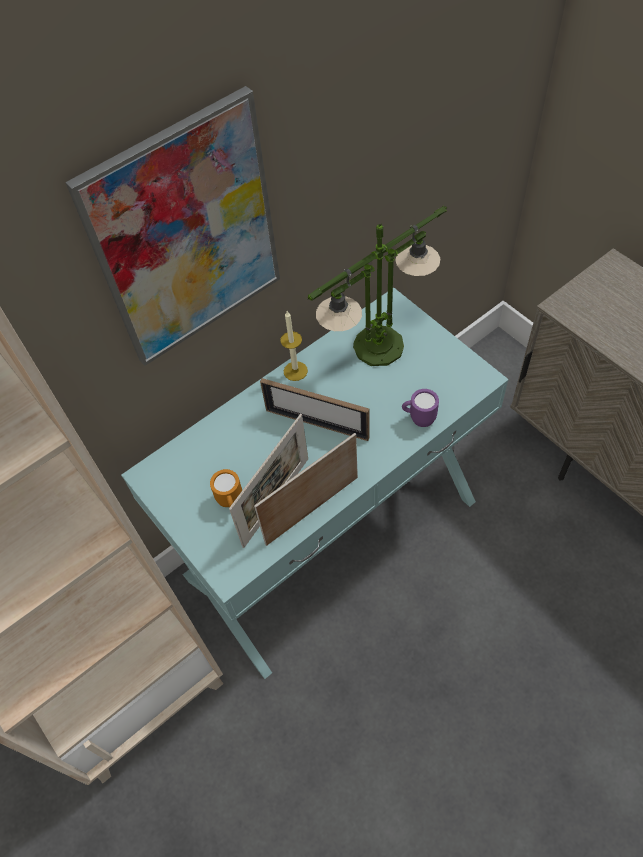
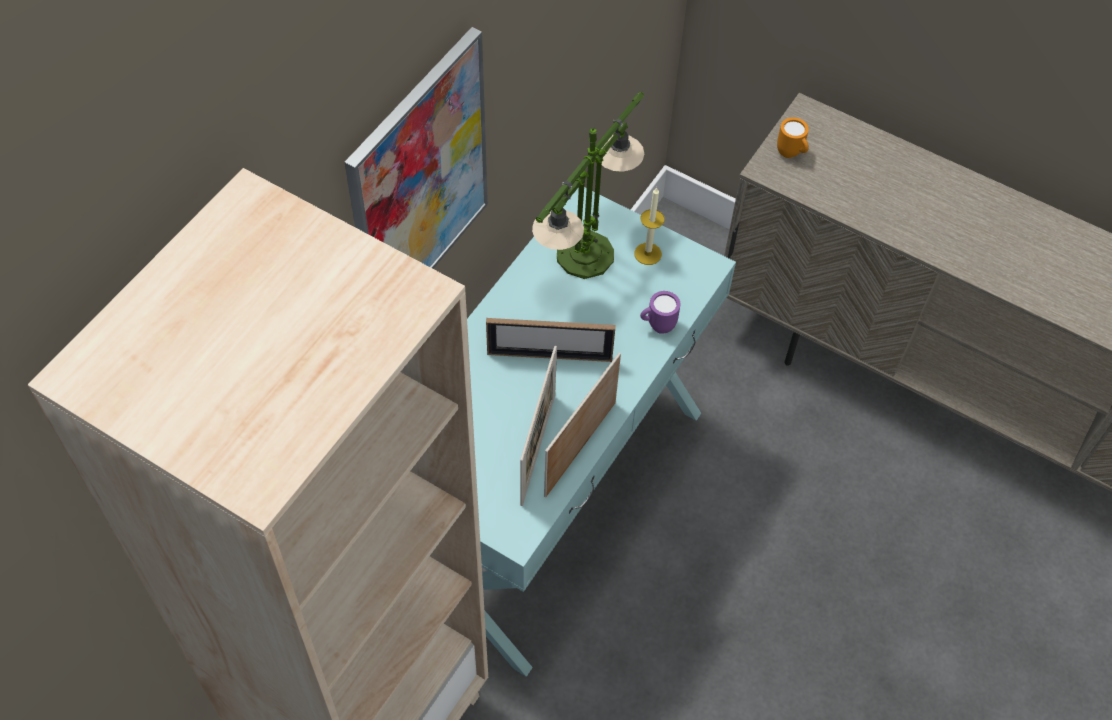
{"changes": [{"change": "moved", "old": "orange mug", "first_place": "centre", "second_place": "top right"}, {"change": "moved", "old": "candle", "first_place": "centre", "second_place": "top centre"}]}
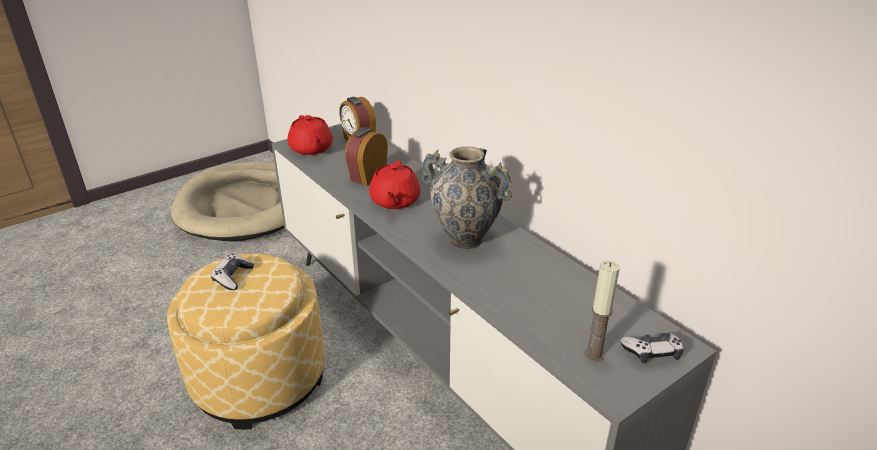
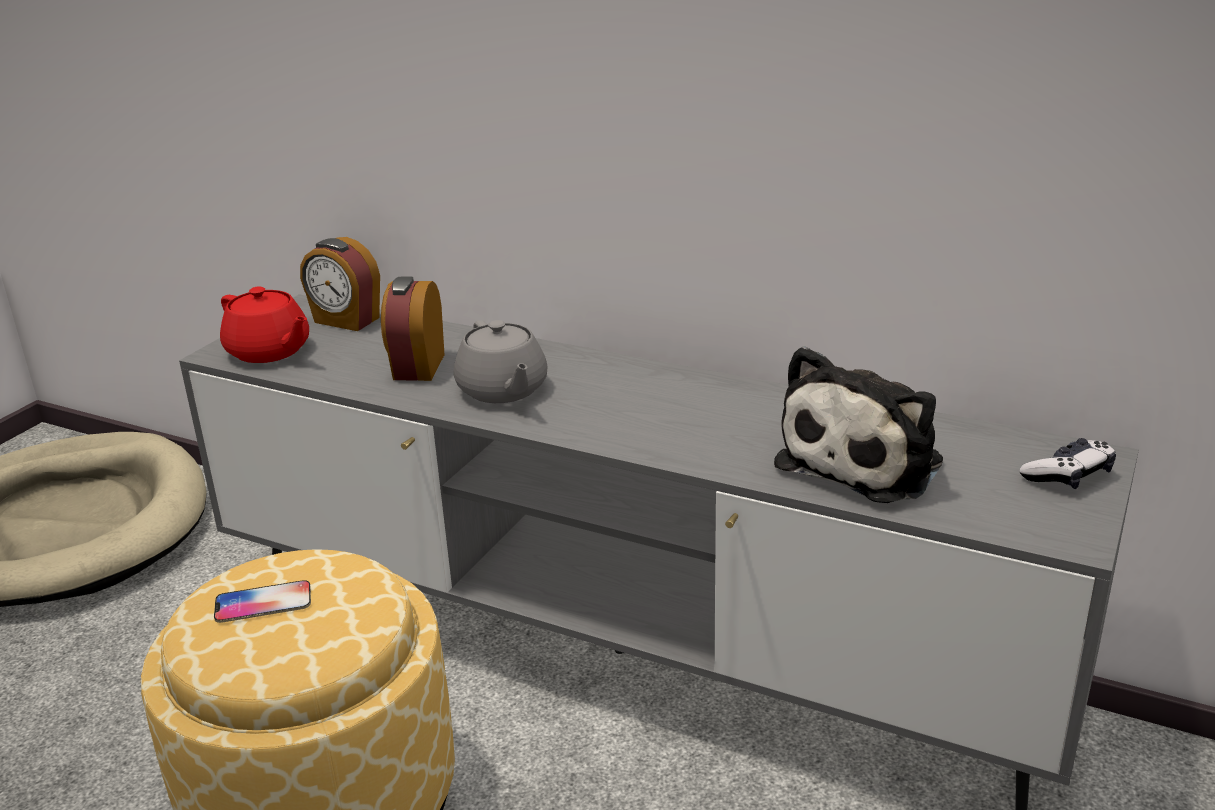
{"changes": [{"change": "removed", "old": "vase", "first_place": "centre"}, {"change": "removed", "old": "candle", "first_place": "bottom right"}, {"change": "added", "new": "plush toy", "second_place": "middle right"}, {"change": "replaced", "old": "game controller (1st from left)", "new": "phone", "first_place": "middle left", "second_place": "bottom left"}, {"change": "recoloured", "old": "red teapot (2nd from left)", "new": "grey teapot", "first_place": "centre", "second_place": "centre"}]}
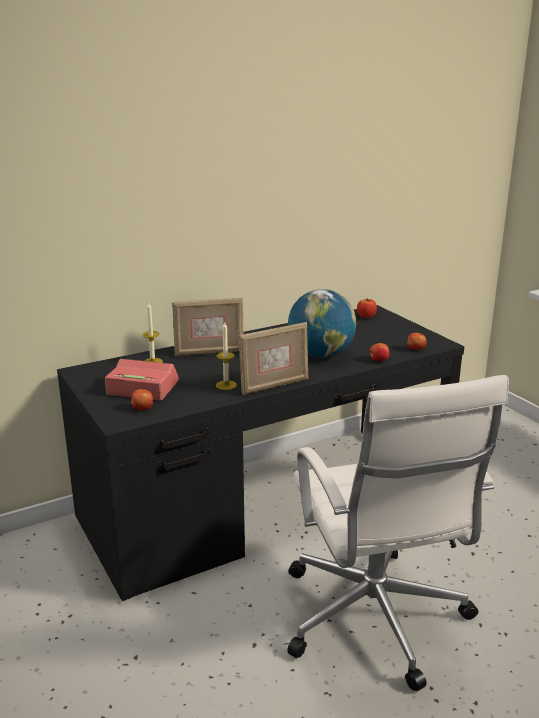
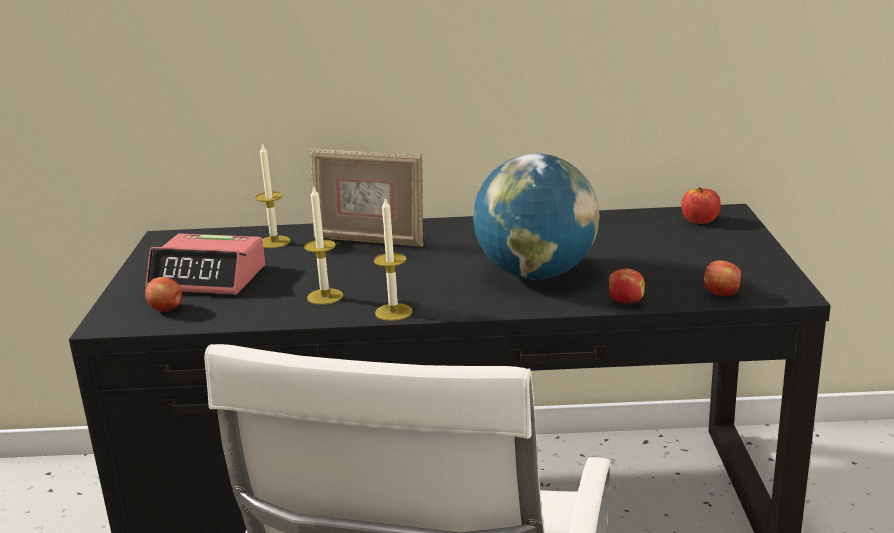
{"changes": [{"change": "replaced", "old": "picture frame (2nd from left)", "new": "candle (3rd from left)", "first_place": "centre", "second_place": "centre"}, {"change": "turned", "old": "alarm clock", "first_place": "middle left", "second_place": "middle left", "degrees": 150}]}
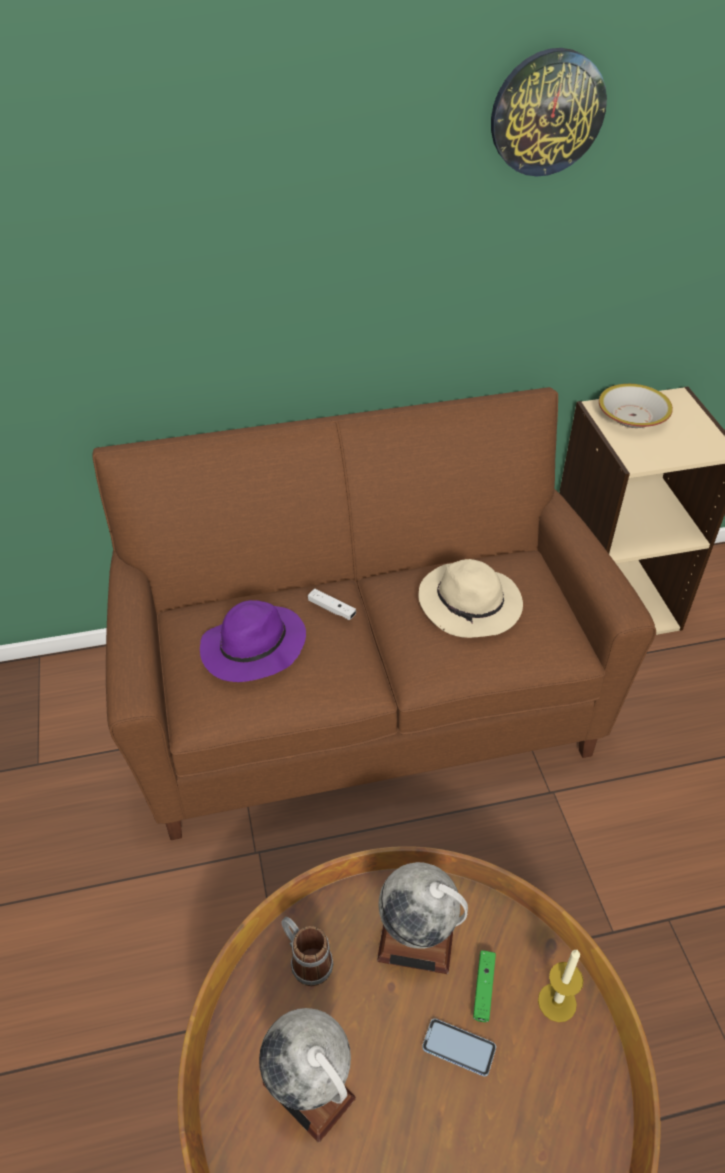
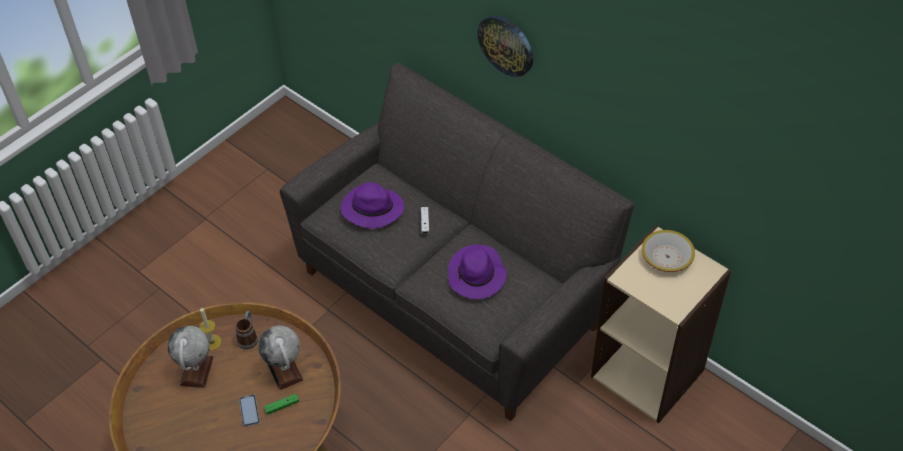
{"changes": [{"change": "moved", "old": "wall clock", "first_place": "top right", "second_place": "top centre"}, {"change": "moved", "old": "candle", "first_place": "bottom right", "second_place": "bottom left"}, {"change": "recoloured", "old": "brown sofa", "new": "grey sofa", "first_place": "centre", "second_place": "centre"}, {"change": "recoloured", "old": "beige hat", "new": "purple hat (2nd from left)", "first_place": "centre", "second_place": "centre"}]}
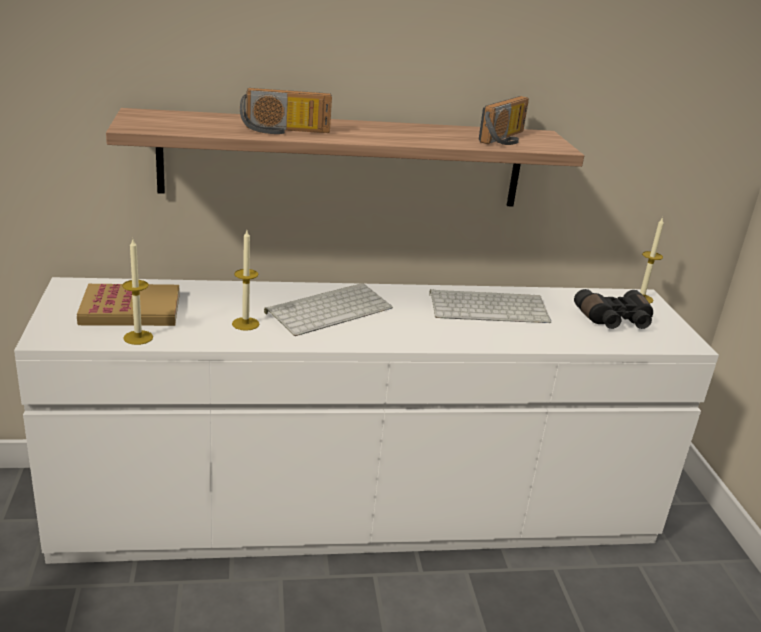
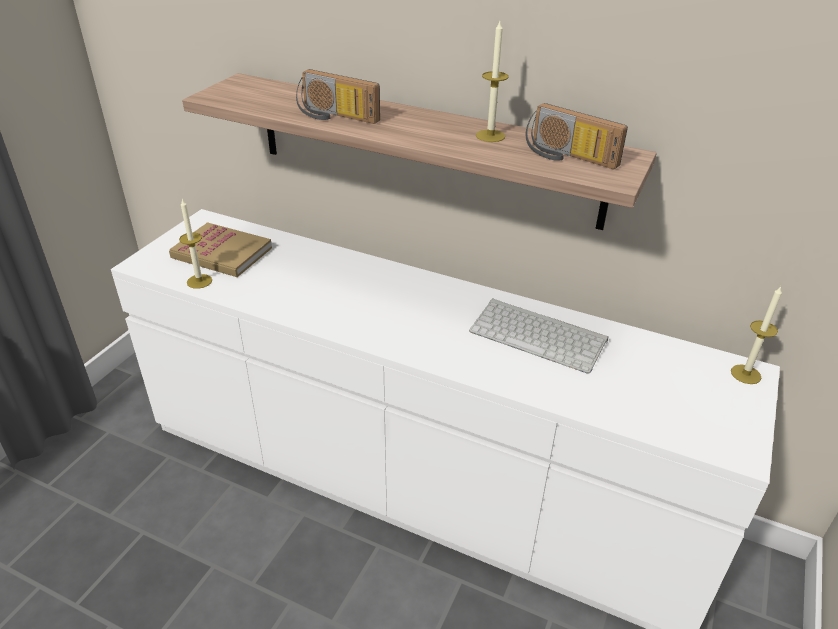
{"changes": [{"change": "removed", "old": "keyboard (1st from left)", "first_place": "centre"}, {"change": "removed", "old": "black binoculars", "first_place": "middle right"}, {"change": "moved", "old": "candle (2nd from left)", "first_place": "middle left", "second_place": "top centre"}, {"change": "turned", "old": "radio (2nd from left)", "first_place": "top centre", "second_place": "top right", "degrees": 60}]}
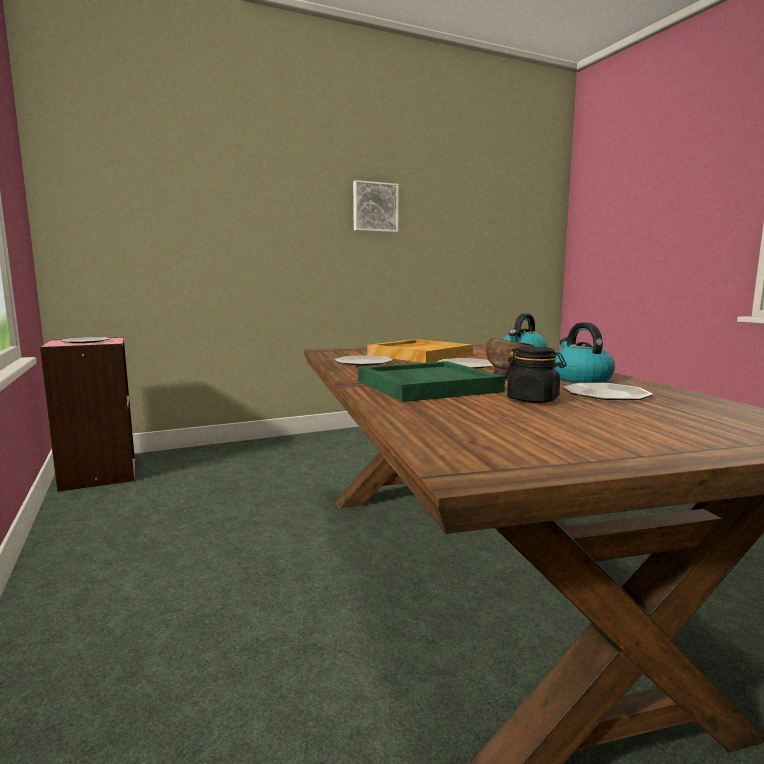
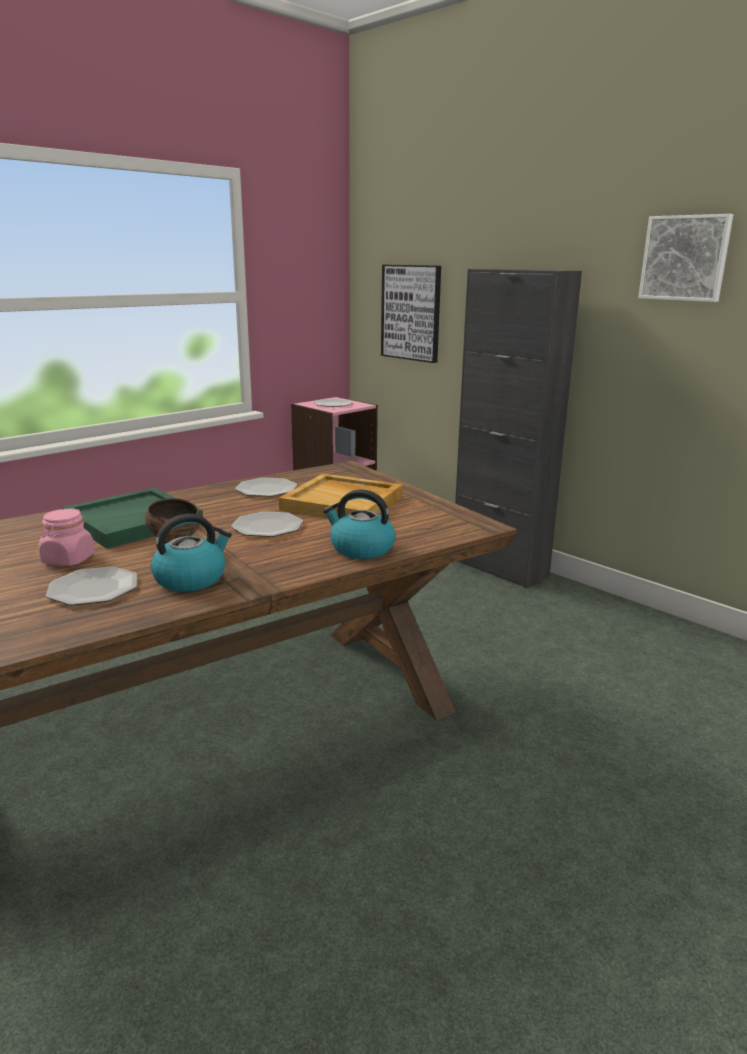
{"changes": [{"change": "added", "new": "picture (1st from left)", "second_place": "top centre"}, {"change": "added", "new": "black cabinet", "second_place": "middle right"}, {"change": "recoloured", "old": "black jar", "new": "pink jar", "first_place": "middle right", "second_place": "middle left"}]}
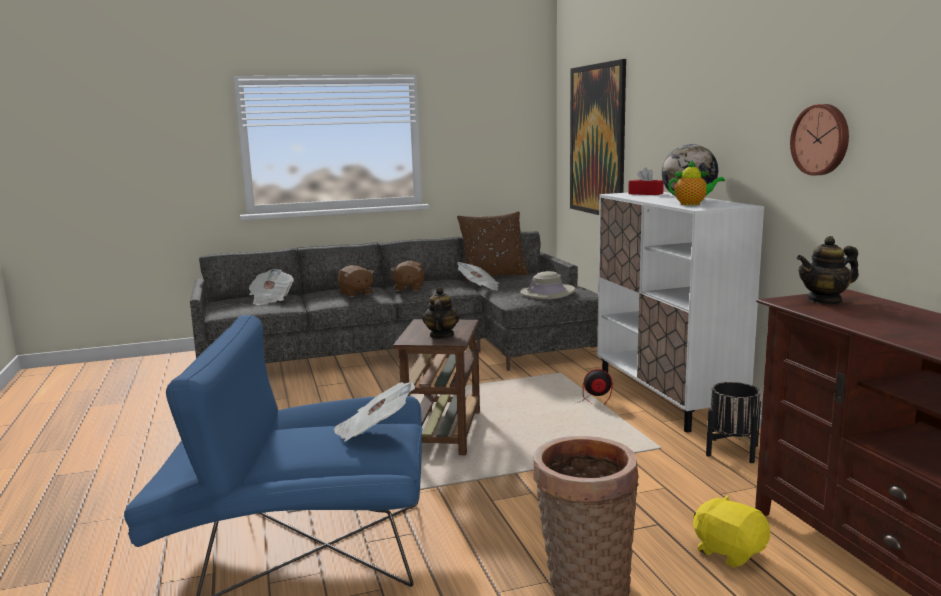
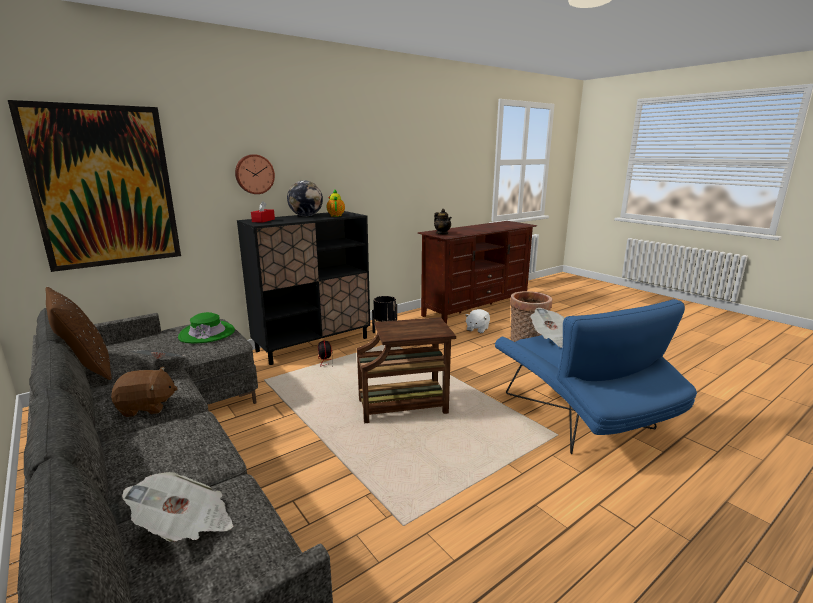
{"changes": [{"change": "removed", "old": "brown plush toy (1st from left)", "first_place": "centre"}, {"change": "removed", "old": "teapot (1st from left)", "first_place": "centre"}, {"change": "moved", "old": "wall clock", "first_place": "top right", "second_place": "top left"}, {"change": "recoloured", "old": "beige hat", "new": "green hat", "first_place": "centre", "second_place": "middle left"}, {"change": "recoloured", "old": "white cabinet", "new": "black cabinet", "first_place": "middle right", "second_place": "centre"}, {"change": "recoloured", "old": "yellow plush toy", "new": "white plush toy", "first_place": "bottom right", "second_place": "centre"}]}
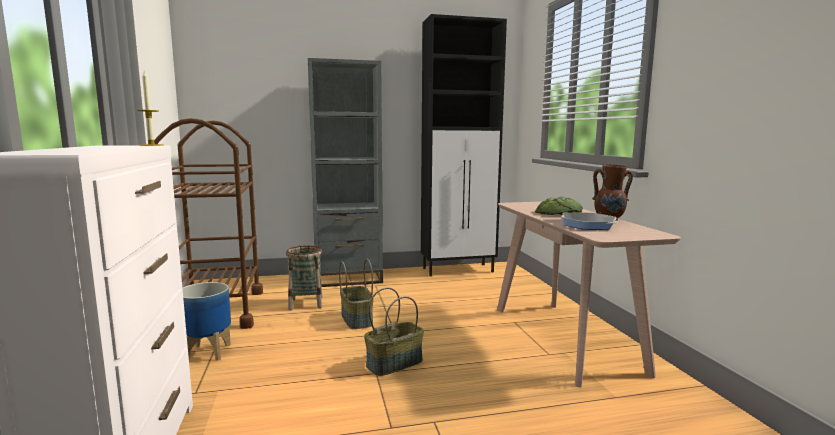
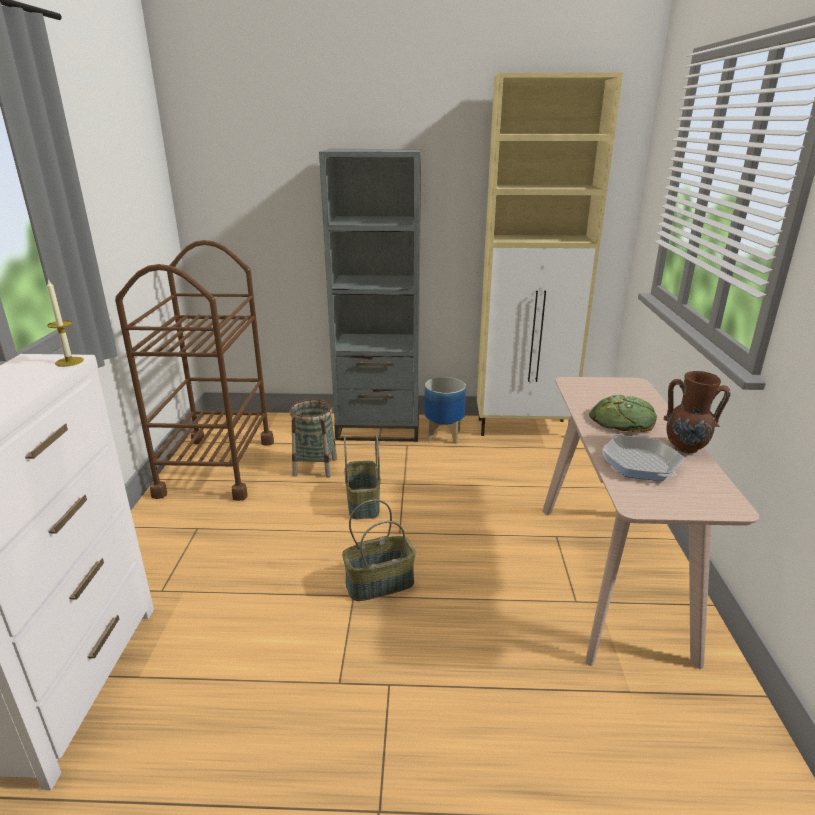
{"changes": [{"change": "moved", "old": "planter", "first_place": "bottom left", "second_place": "centre"}, {"change": "recoloured", "old": "black cabinet", "new": "beige cabinet", "first_place": "centre", "second_place": "top right"}]}
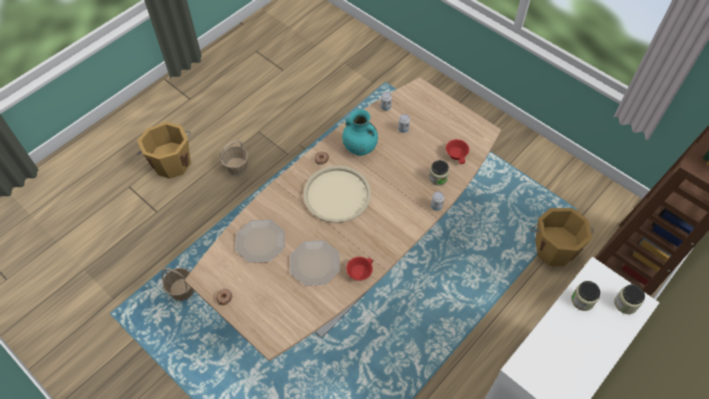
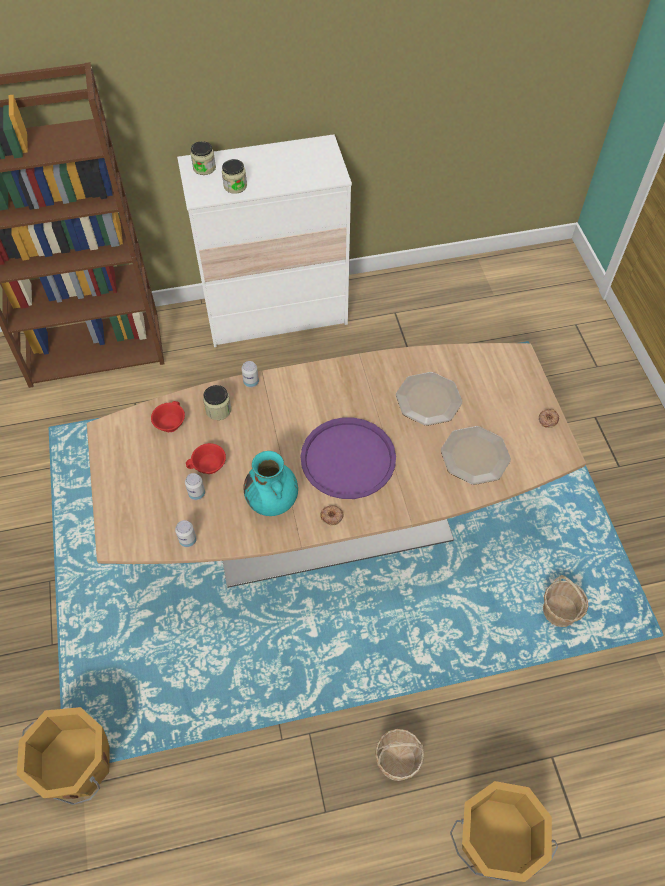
{"changes": [{"change": "moved", "old": "red cup (1st from left in the first image)", "new": "red cup (2nd from left)", "first_place": "bottom centre", "second_place": "middle left"}, {"change": "moved", "old": "orange bucket (2nd from left in the first image)", "new": "orange bucket (1st from left)", "first_place": "middle right", "second_place": "bottom left"}, {"change": "recoloured", "old": "beige tray", "new": "purple tray", "first_place": "centre", "second_place": "centre"}]}
